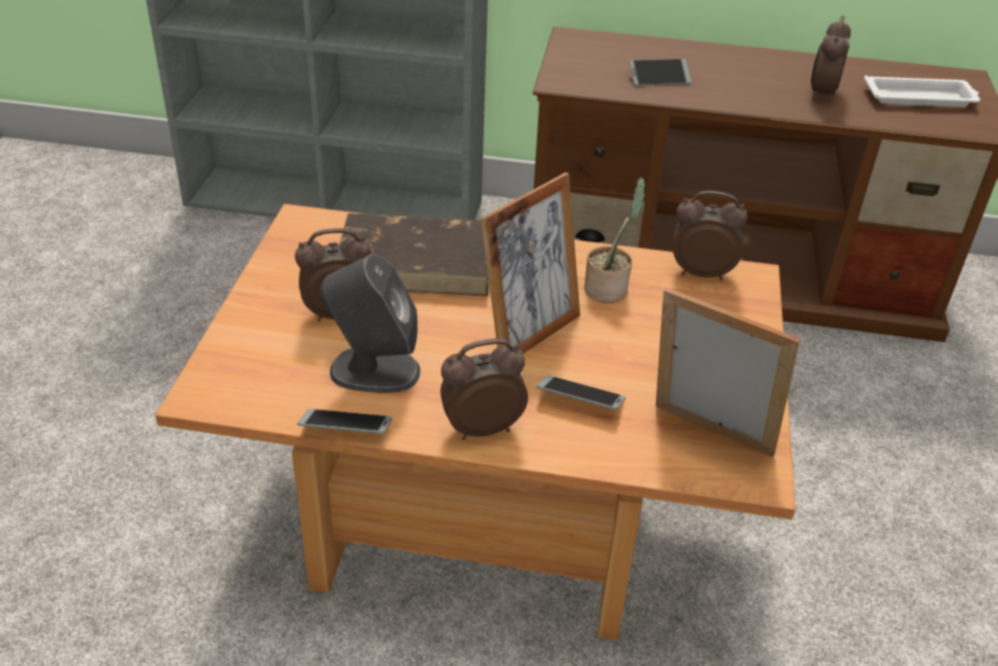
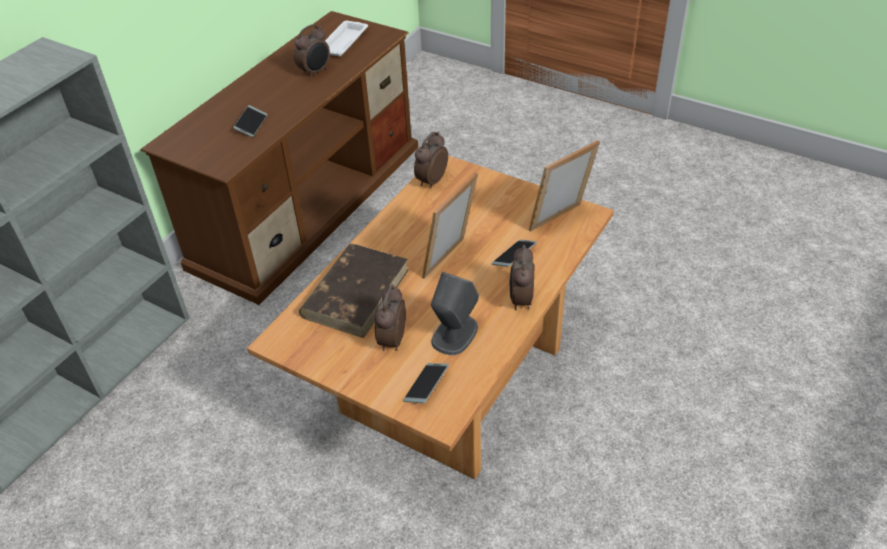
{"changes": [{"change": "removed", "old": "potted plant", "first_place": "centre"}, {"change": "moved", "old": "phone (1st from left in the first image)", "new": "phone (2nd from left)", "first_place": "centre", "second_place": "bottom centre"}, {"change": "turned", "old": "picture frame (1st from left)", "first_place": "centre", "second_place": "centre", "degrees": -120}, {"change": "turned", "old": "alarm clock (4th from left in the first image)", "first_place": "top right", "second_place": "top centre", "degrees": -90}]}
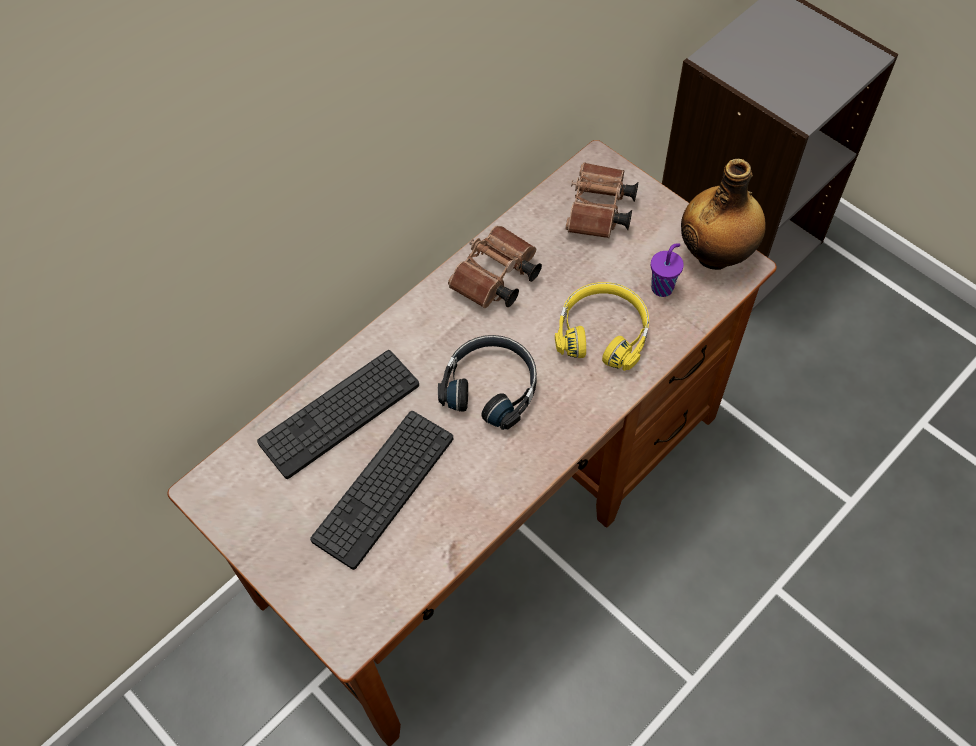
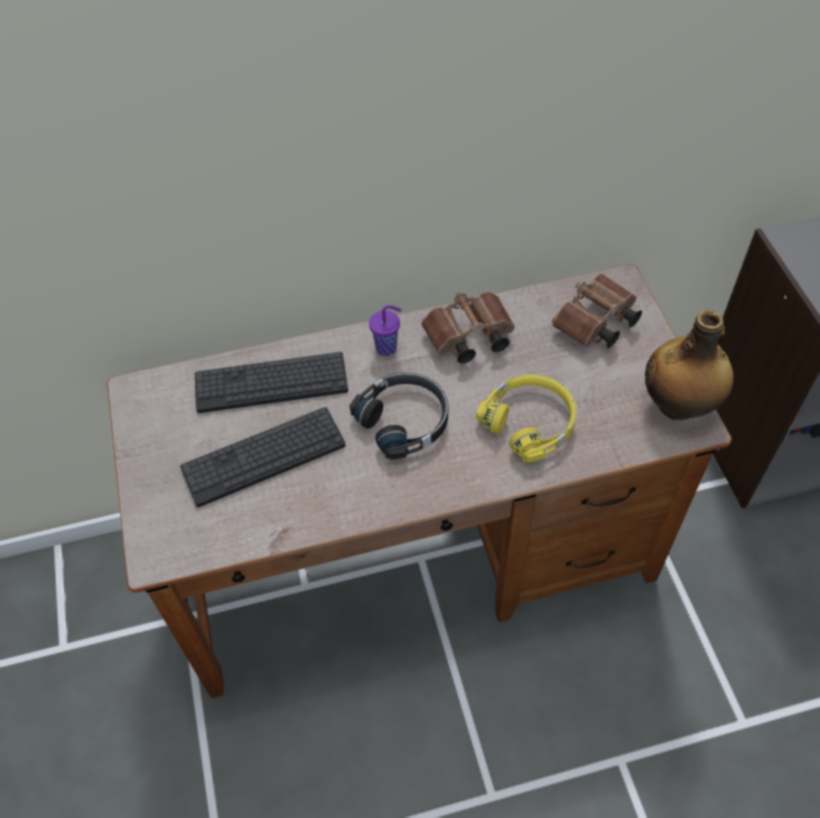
{"changes": [{"change": "moved", "old": "purple cup", "first_place": "middle right", "second_place": "centre"}]}
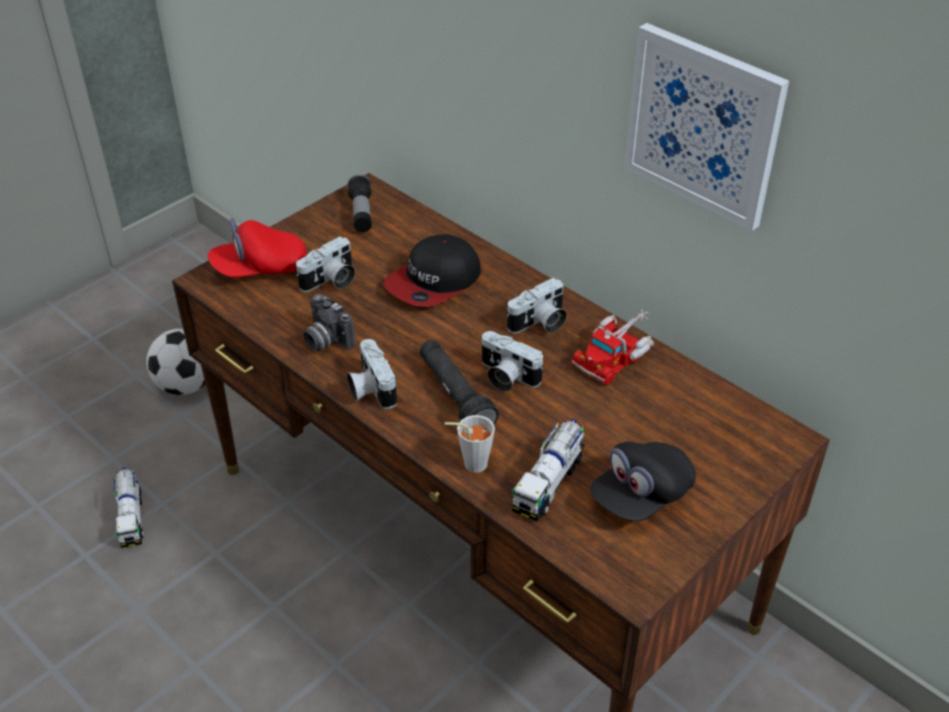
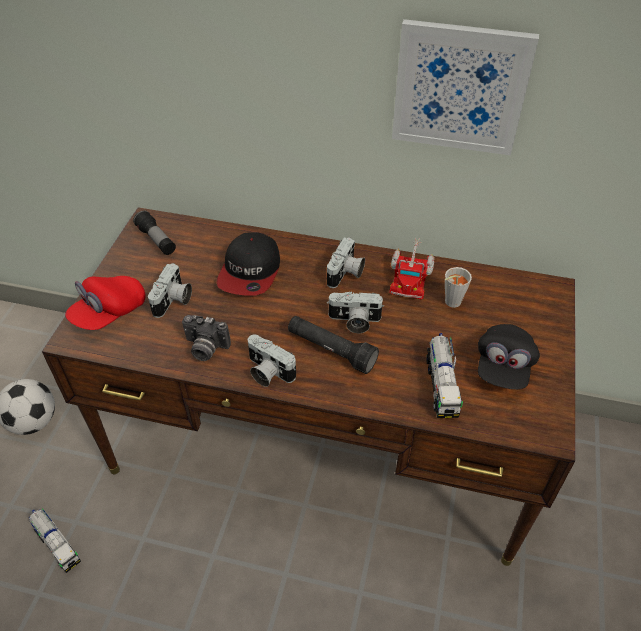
{"changes": [{"change": "moved", "old": "grey cup", "first_place": "centre", "second_place": "middle right"}]}
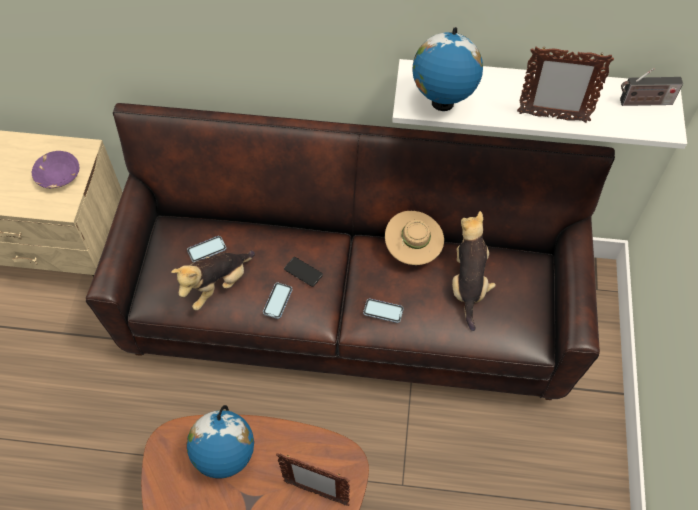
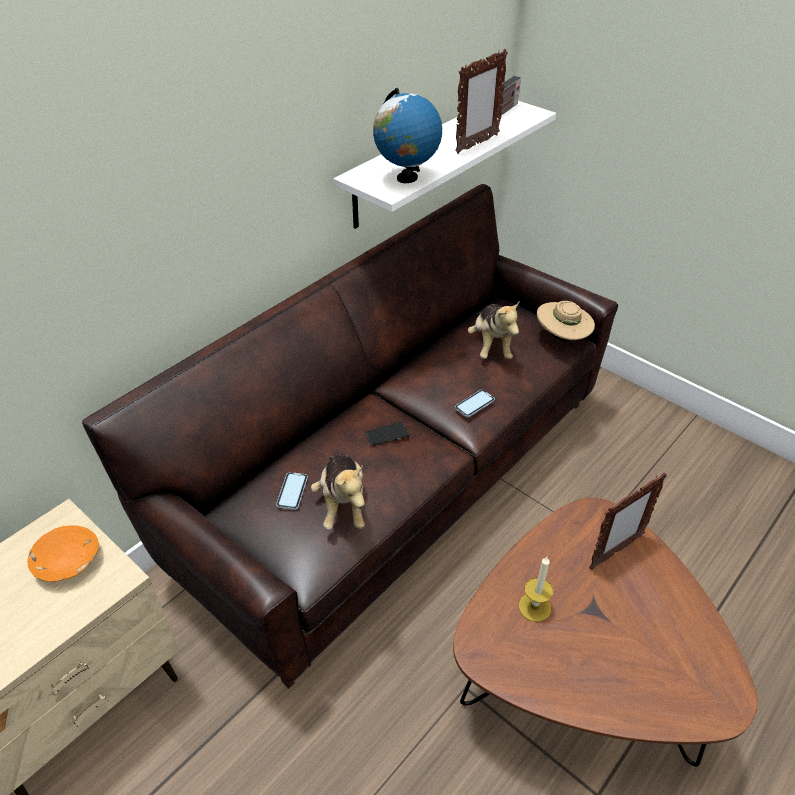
{"changes": [{"change": "removed", "old": "phone (2nd from left)", "first_place": "centre"}, {"change": "moved", "old": "beige hat", "first_place": "centre", "second_place": "middle right"}, {"change": "replaced", "old": "globe (1st from left)", "new": "candle", "first_place": "bottom left", "second_place": "bottom right"}, {"change": "recoloured", "old": "purple bowl", "new": "orange bowl", "first_place": "top left", "second_place": "bottom left"}, {"change": "turned", "old": "plush toy (2nd from left)", "first_place": "middle right", "second_place": "centre", "degrees": -135}]}
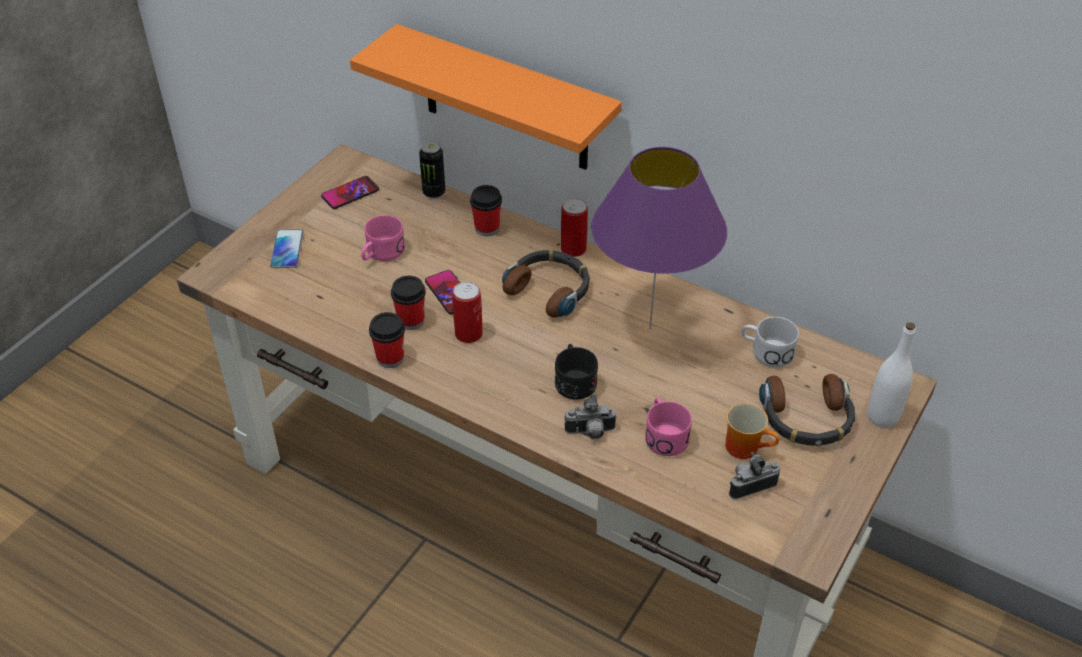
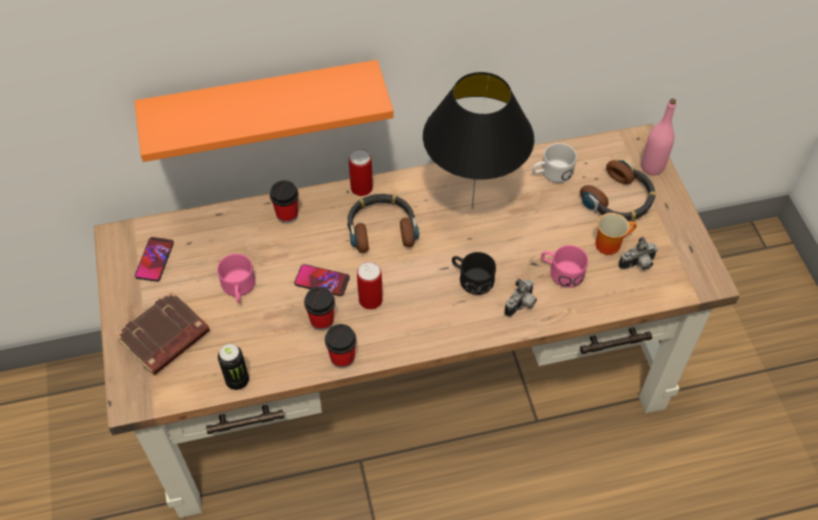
{"changes": [{"change": "moved", "old": "can (1st from left)", "first_place": "top centre", "second_place": "bottom left"}, {"change": "replaced", "old": "phone (1st from left)", "new": "brown book", "first_place": "middle left", "second_place": "middle left"}, {"change": "recoloured", "old": "purple table lamp", "new": "black table lamp", "first_place": "centre", "second_place": "top centre"}, {"change": "recoloured", "old": "white bottle", "new": "pink bottle", "first_place": "middle right", "second_place": "top right"}, {"change": "turned", "old": "photo camera (2nd from left)", "first_place": "bottom right", "second_place": "middle right", "degrees": -135}]}
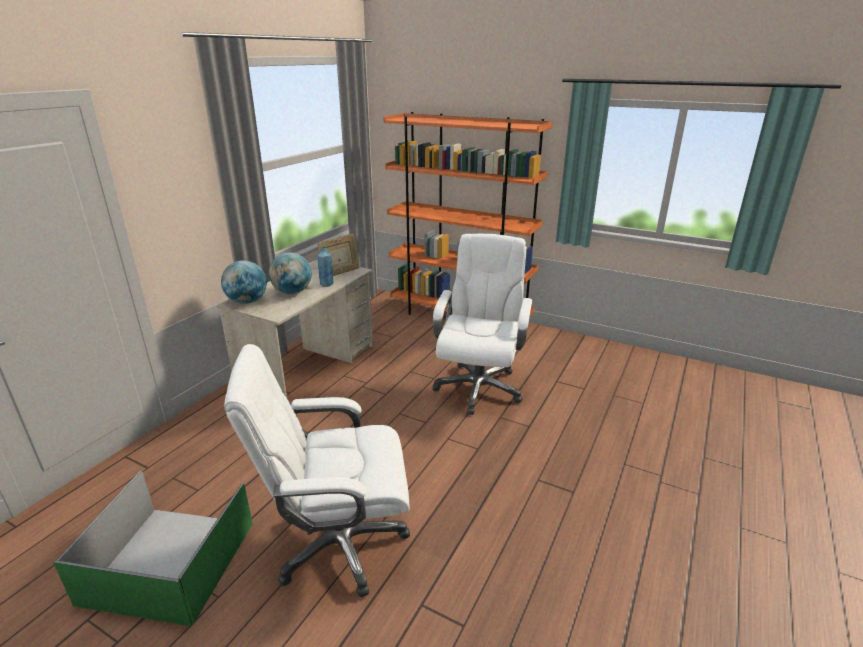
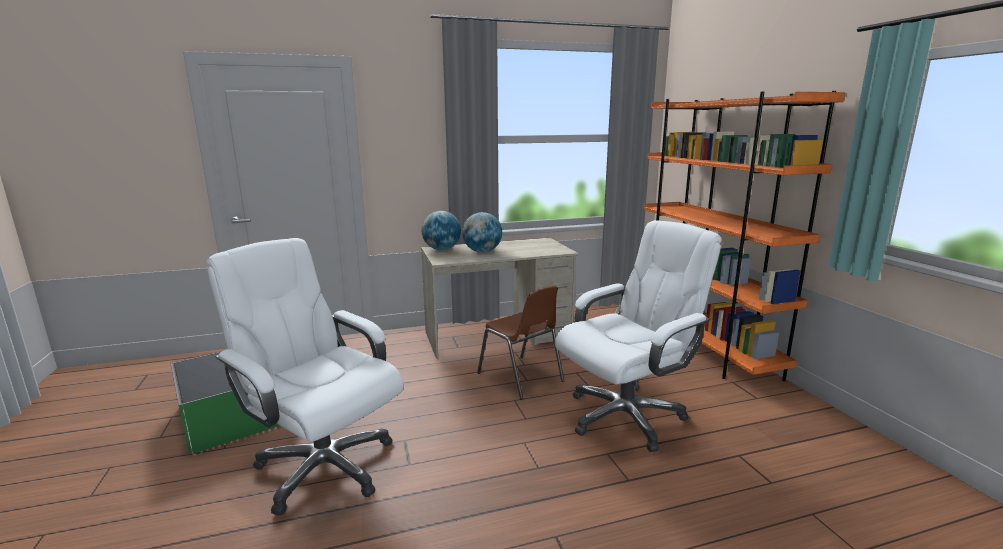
{"changes": [{"change": "removed", "old": "picture frame", "first_place": "centre"}, {"change": "removed", "old": "blue bottle", "first_place": "centre"}, {"change": "added", "new": "brown chair", "second_place": "centre"}]}
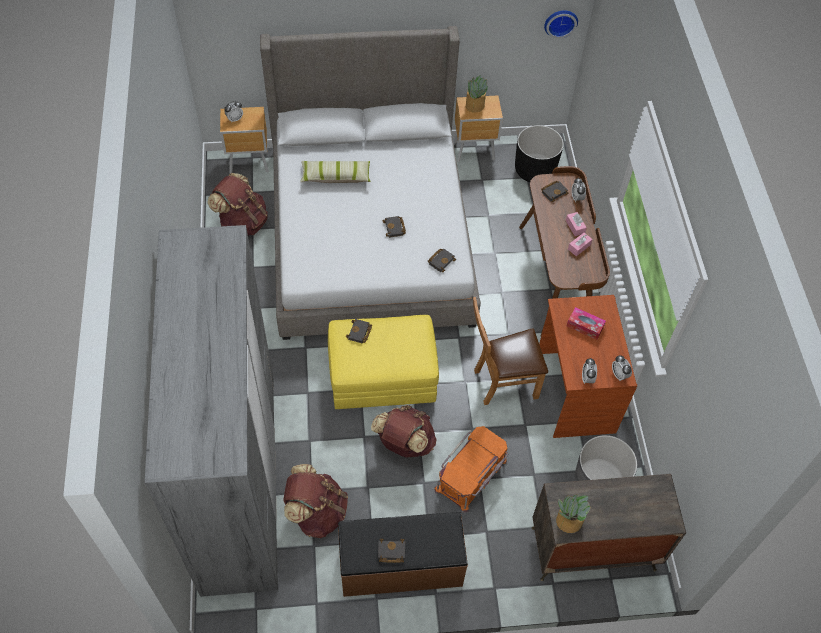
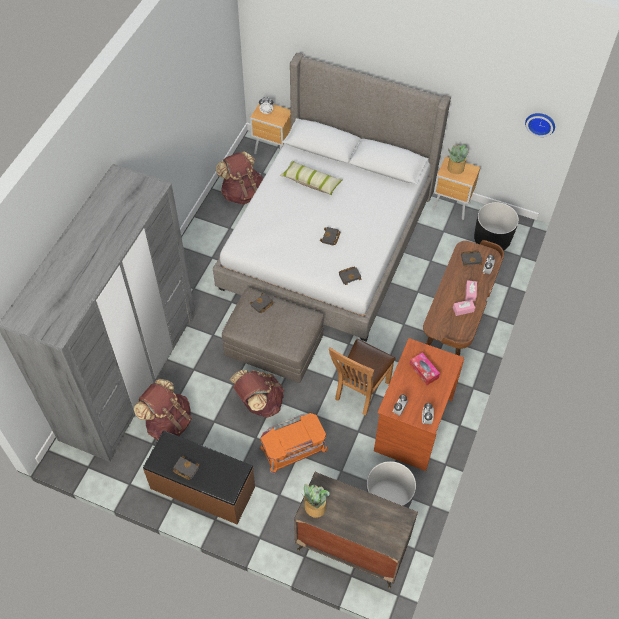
{"changes": [{"change": "recoloured", "old": "yellow ottoman", "new": "grey ottoman", "first_place": "centre", "second_place": "centre"}, {"change": "turned", "old": "brown chair", "first_place": "centre", "second_place": "centre", "degrees": -75}]}
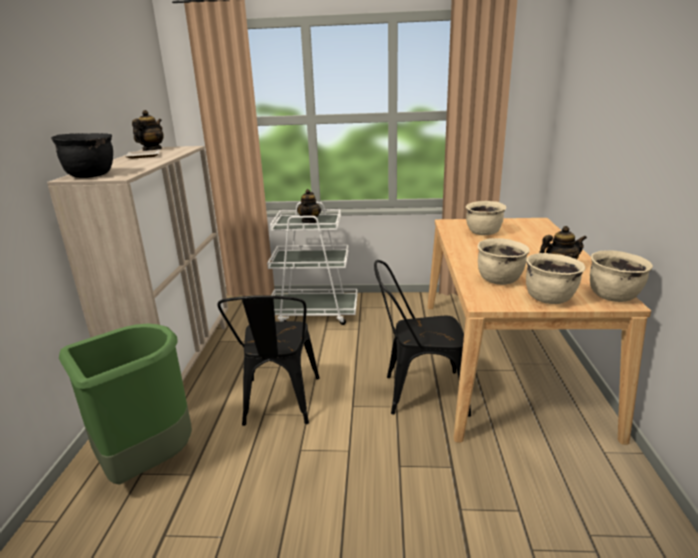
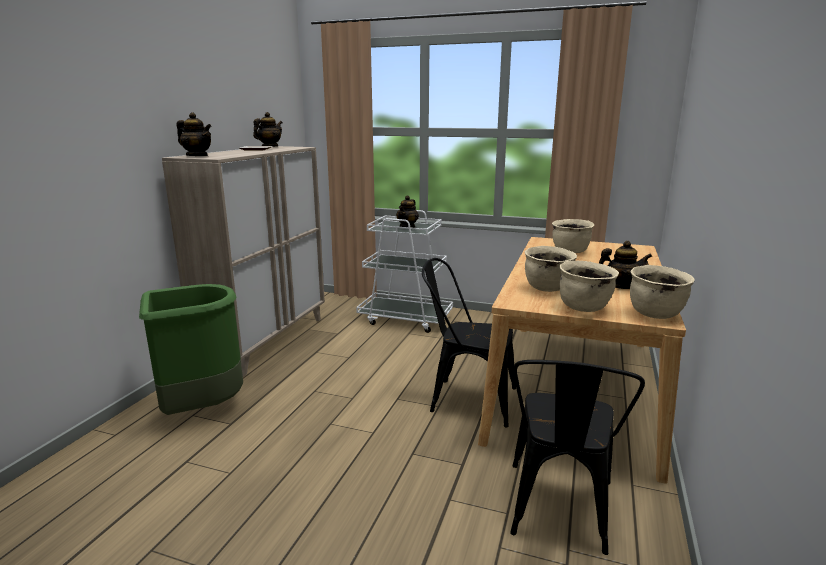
{"changes": [{"change": "moved", "old": "black chair (1st from left in the first image)", "new": "black chair (2nd from left)", "first_place": "centre", "second_place": "bottom right"}, {"change": "replaced", "old": "black cooking pot", "new": "teapot (1st from left)", "first_place": "top left", "second_place": "top left"}]}
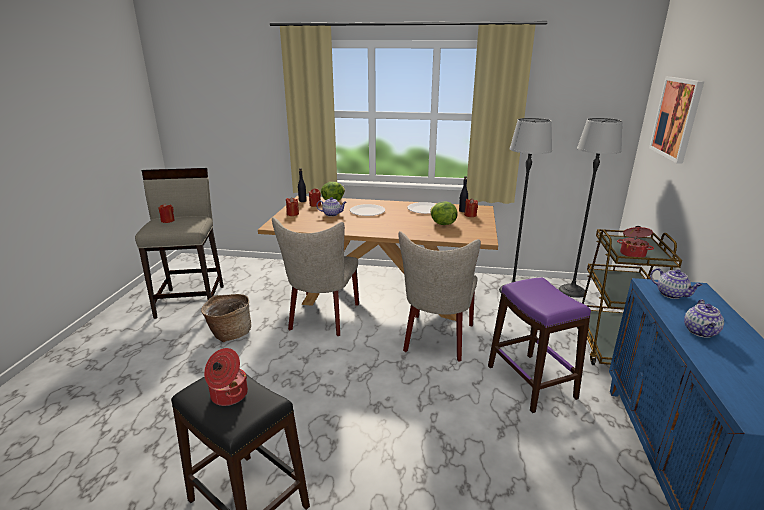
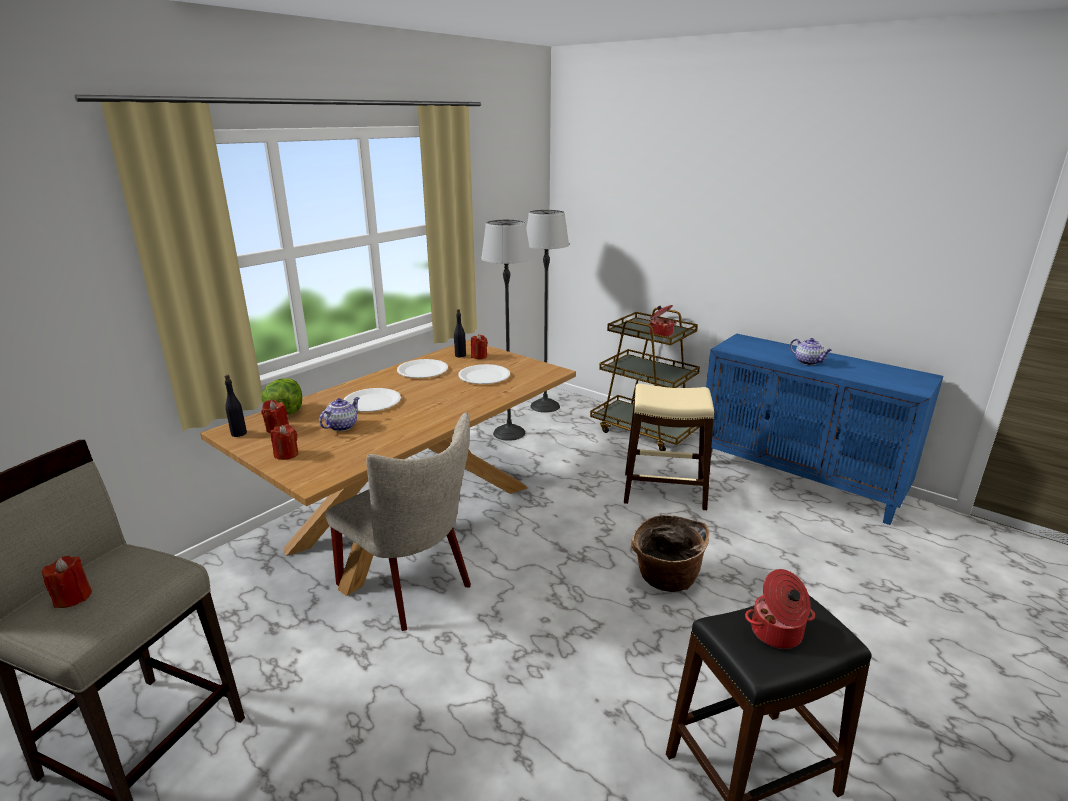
{"changes": [{"change": "removed", "old": "beige chair (2nd from left)", "first_place": "centre"}, {"change": "removed", "old": "picture", "first_place": "top right"}, {"change": "removed", "old": "teapot (2nd from left)", "first_place": "middle right"}, {"change": "moved", "old": "basket", "first_place": "middle left", "second_place": "bottom centre"}, {"change": "replaced", "old": "lettuce (2nd from left)", "new": "white plate (3rd from left)", "first_place": "centre", "second_place": "centre"}, {"change": "recoloured", "old": "purple stool", "new": "beige stool (2nd from left)", "first_place": "bottom right", "second_place": "centre"}]}
